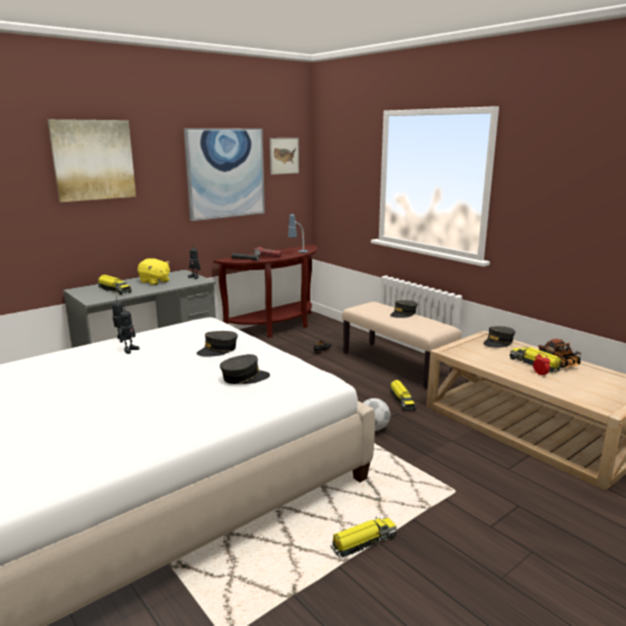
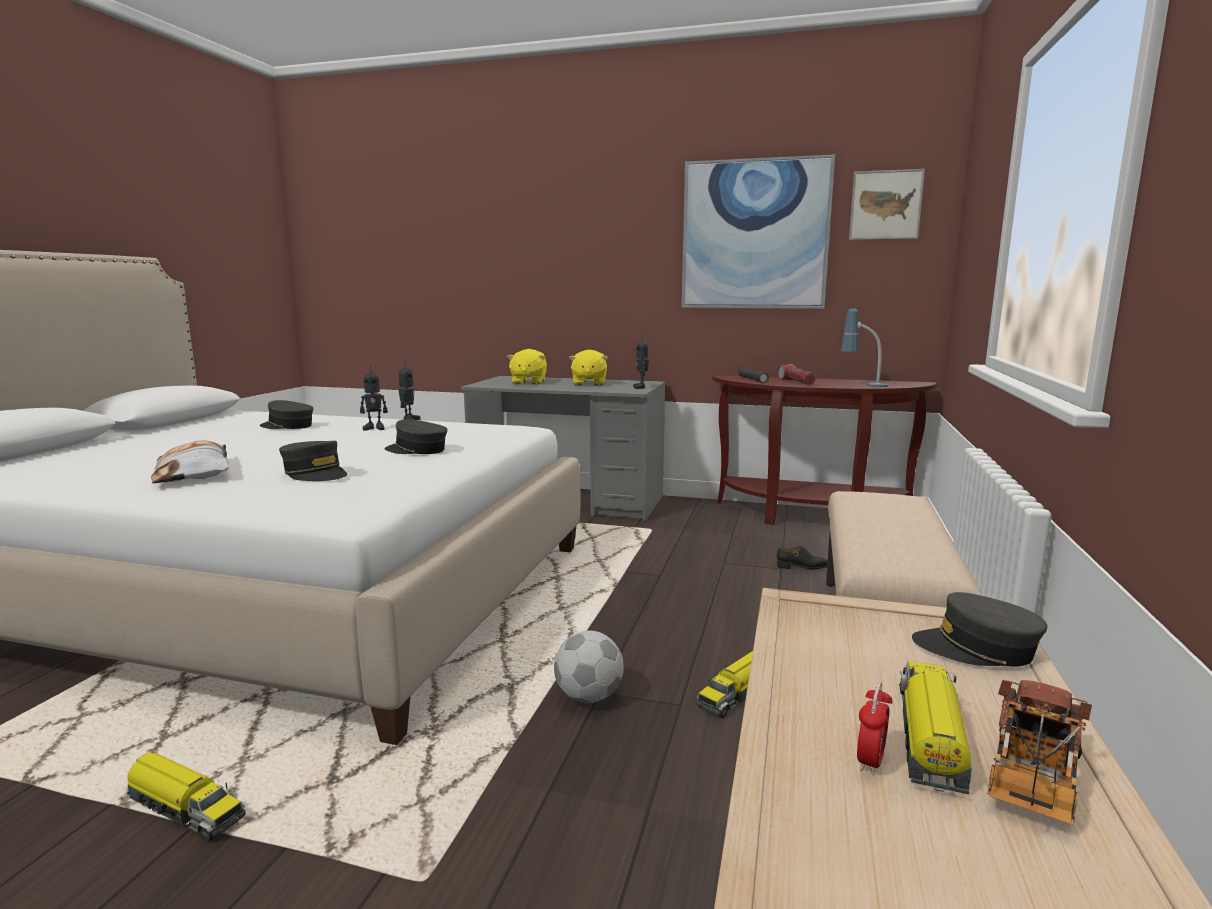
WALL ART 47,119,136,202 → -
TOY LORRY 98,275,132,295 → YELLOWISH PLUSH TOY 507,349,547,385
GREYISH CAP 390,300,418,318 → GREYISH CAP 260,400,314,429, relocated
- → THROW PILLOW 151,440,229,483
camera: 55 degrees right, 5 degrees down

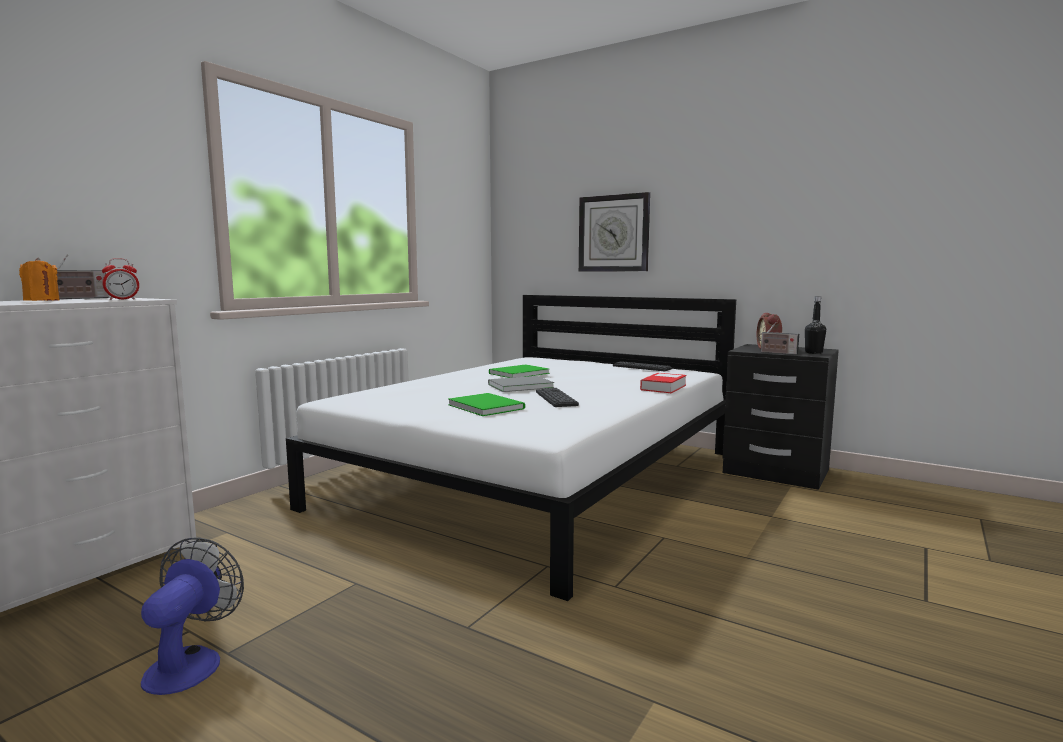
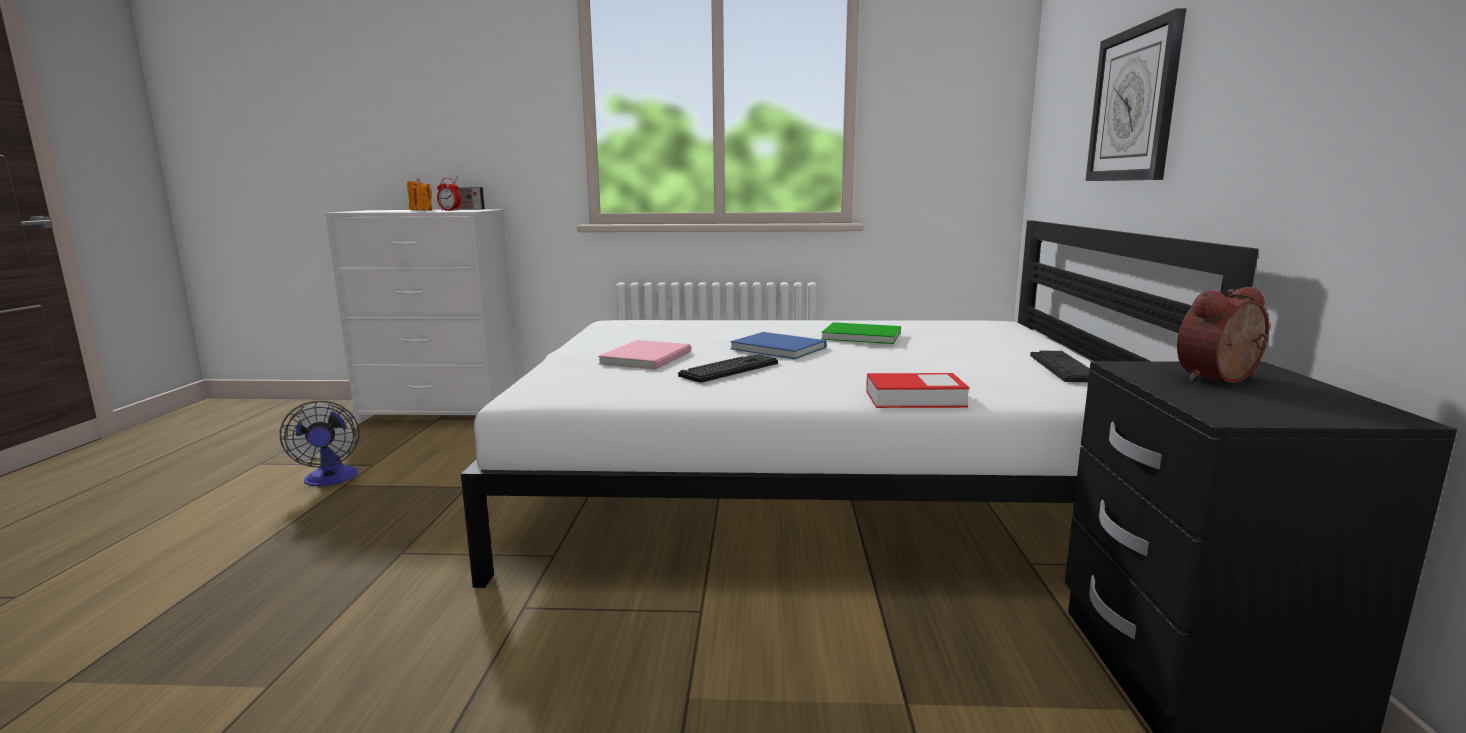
BLACKISH BEVERAGE BOTTLE 805,296,826,354 → -
RADIO RECEIVER 758,322,799,355 → -
GREYISH BOUND BOOK 488,376,554,392 → BLUE-COLOURED BOUND BOOK 730,332,827,359
GREEN BOUND BOOK 448,393,525,416 → PINK BOUND BOOK 598,340,691,370
ELECTRIC FAN 141,537,244,695 → ELECTRIC FAN 280,401,360,486, 90 degrees clockwise
camera: 60 degrees right, 5 degrees up

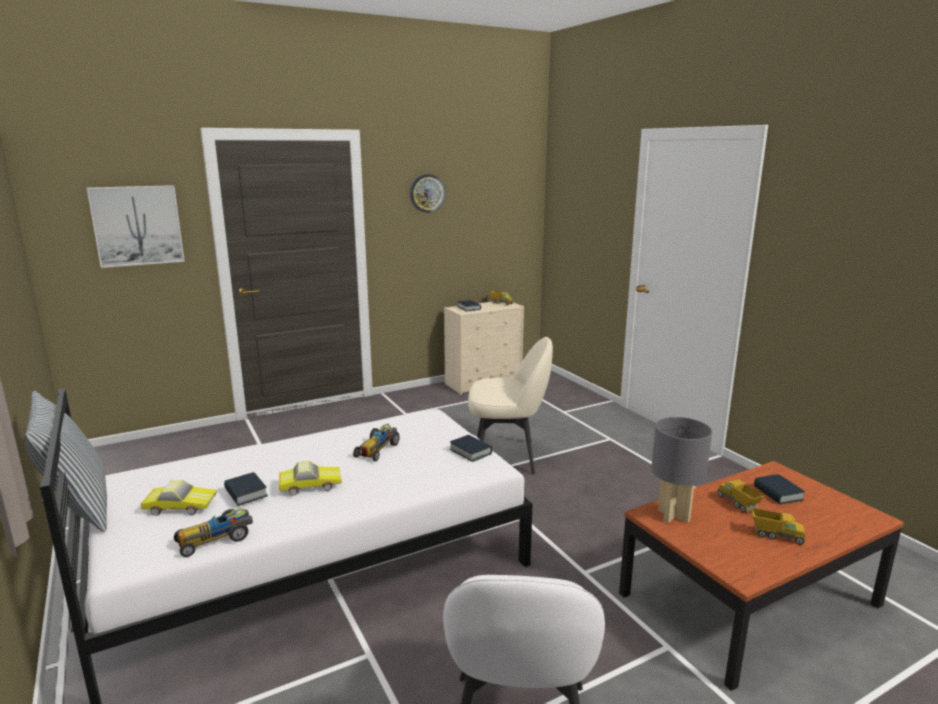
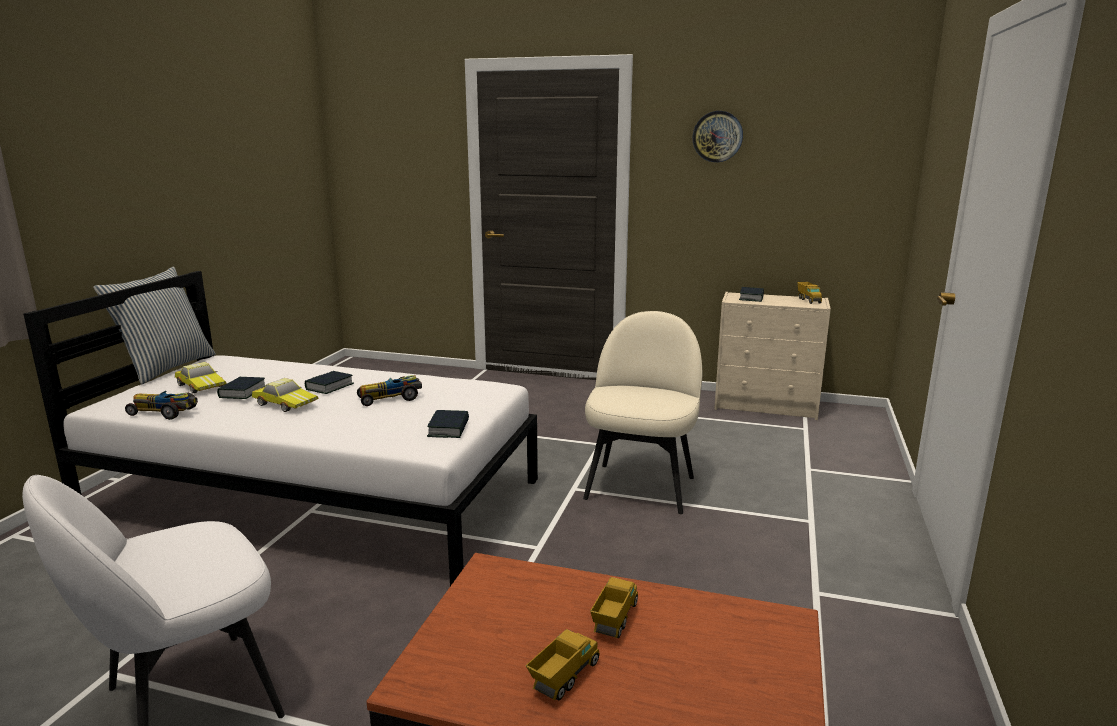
WALL ART 87,185,185,268 → -
BEIGE CHAIR 468,337,553,475 → BEIGE CHAIR 583,311,702,514, 120 degrees counterclockwise
GREYISH TABLETOP LAMP 651,417,712,523 → -
BOUND BOOK 754,474,805,504 → BOUND BOOK 305,371,354,394, relocated
TOY LORRY 752,508,805,545 → TOY LORRY 526,629,600,701, 120 degrees counterclockwise
camera: 45 degrees right, 0 degrees up

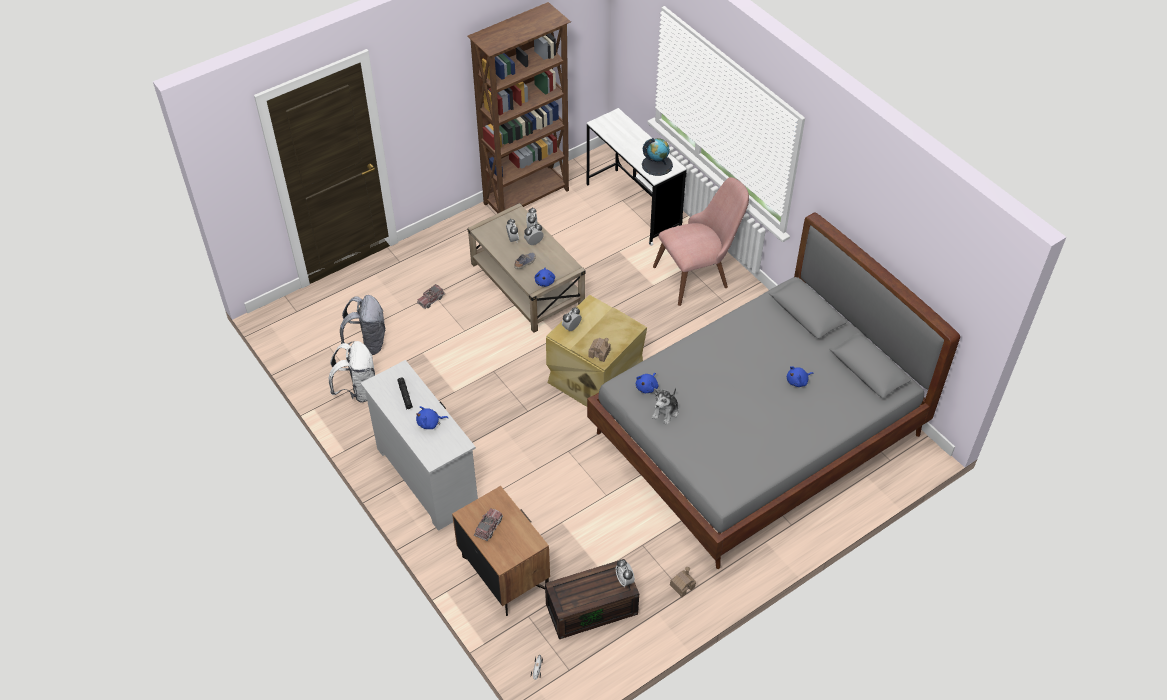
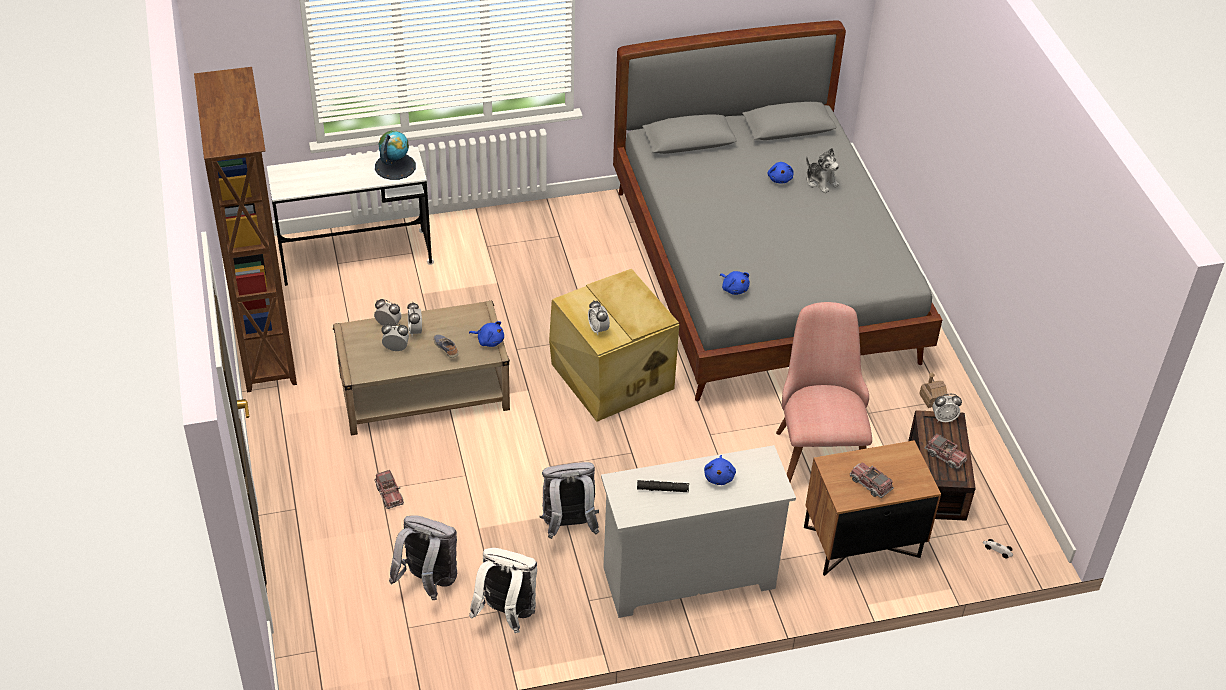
PINK CHAIR 653,177,749,306 → PINK CHAIR 776,302,872,482, relocated
TOY HOUSE 588,338,611,362 → -
PLUSH TOY 652,388,679,425 → PLUSH TOY 806,148,839,193, relocated
- → TOY LORRY 924,433,967,469
- → GREYISH RUCKSACK 539,462,599,539
camera: 70 degrees left, 5 degrees down

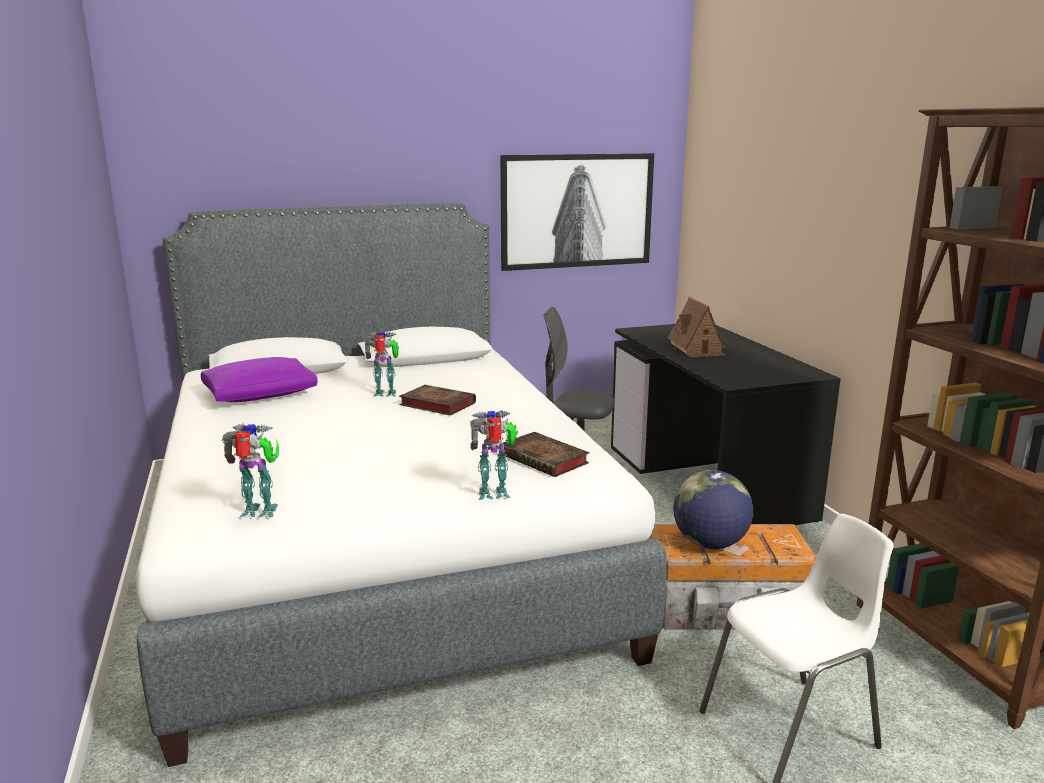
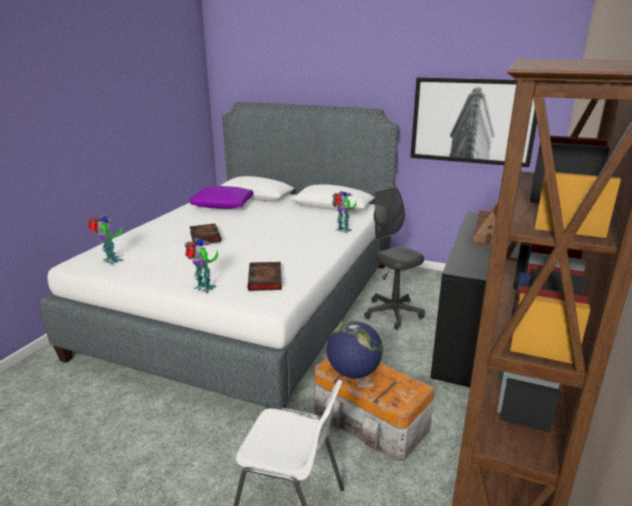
MODEL ROBOT 364,332,399,397 → MODEL ROBOT 332,191,356,233, relocated
BOUND BOOK 399,385,476,416 → BOUND BOOK 190,224,222,245, relocated
camera: 40 degrees right, 5 degrees up

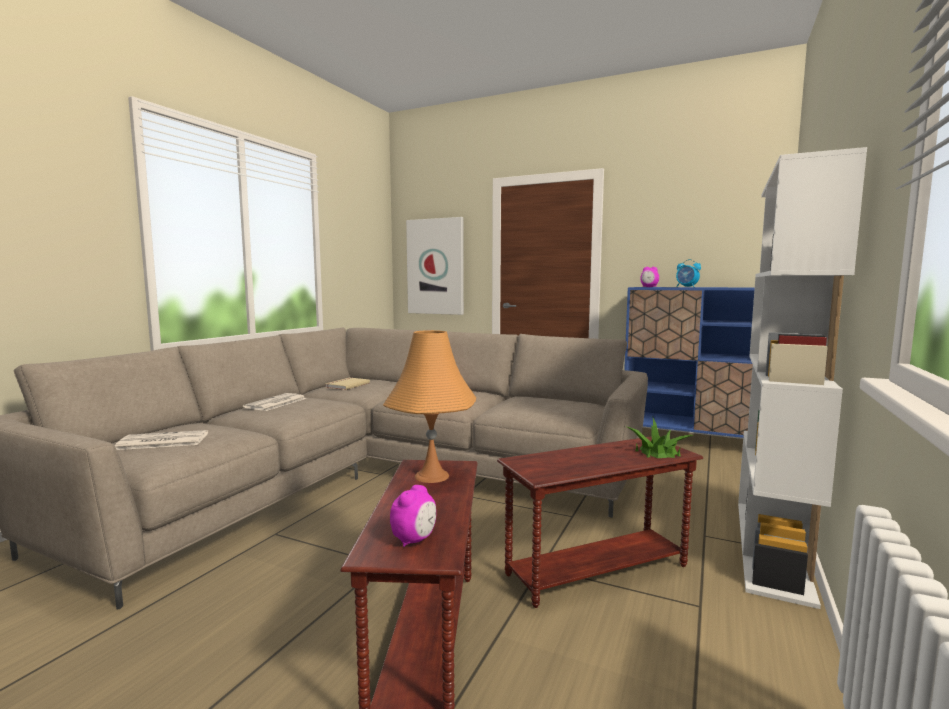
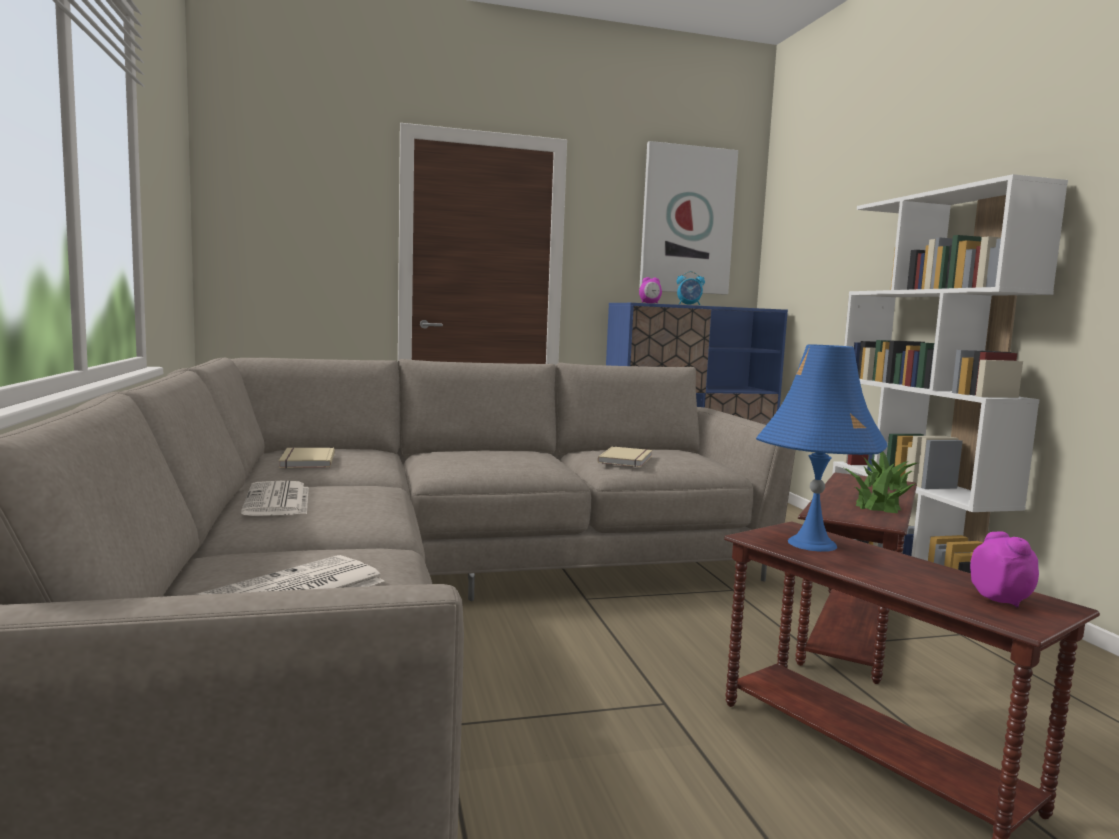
WALL ART 406,217,464,315 → WALL ART 639,141,738,295, relocated
ORANGEY TABLETOP LAMP 383,330,476,483 → BLUE-COLOURED TABLETOP LAMP 756,344,887,552
- → BEIGE BOUND BOOK 597,446,652,467
- → HOUSEPLANT 844,463,915,513
camera: 40 degrees left, 0 degrees up

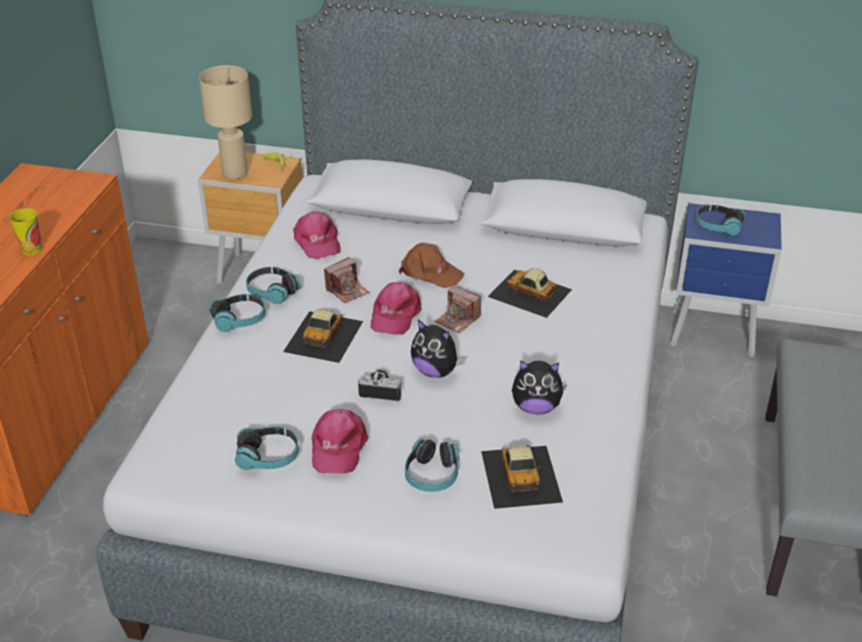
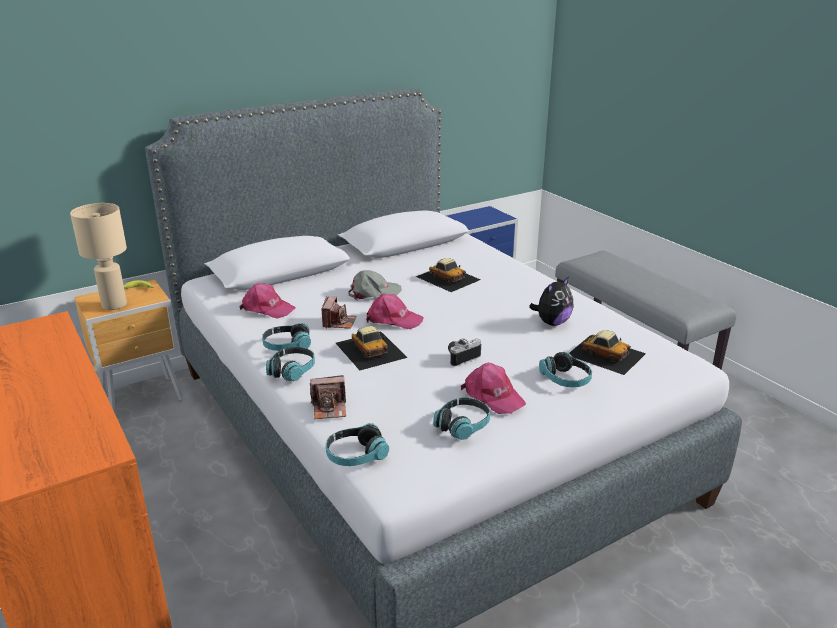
PAIR OF HEADPHONES 696,205,746,236 → PAIR OF HEADPHONES 326,423,389,466, relocated
DRINKING CUP 9,208,43,255 → -
BROWN CAP 399,243,464,288 → GREYISH CAP 348,270,402,300
MINIATURE CAR 488,268,572,318 → MINIATURE CAR 416,258,481,292, 120 degrees counterclockwise
PINK CAP 371,282,422,335 → PINK CAP 366,294,424,329, 45 degrees counterclockwise
PHOTO CAMERA 434,286,481,333 → PHOTO CAMERA 310,375,346,419, relocated
PLUSH TOY 411,319,466,378 → -
camera: 45 degrees left, 10 degrees down

